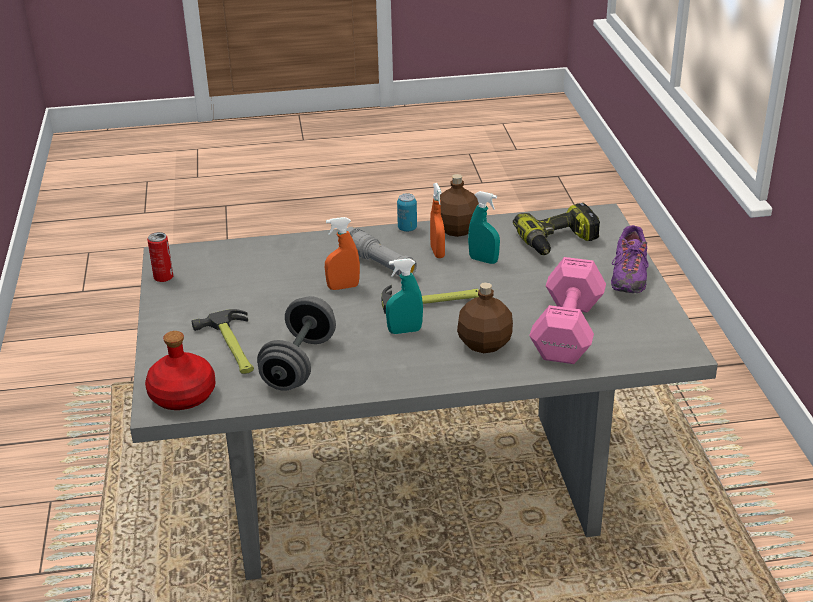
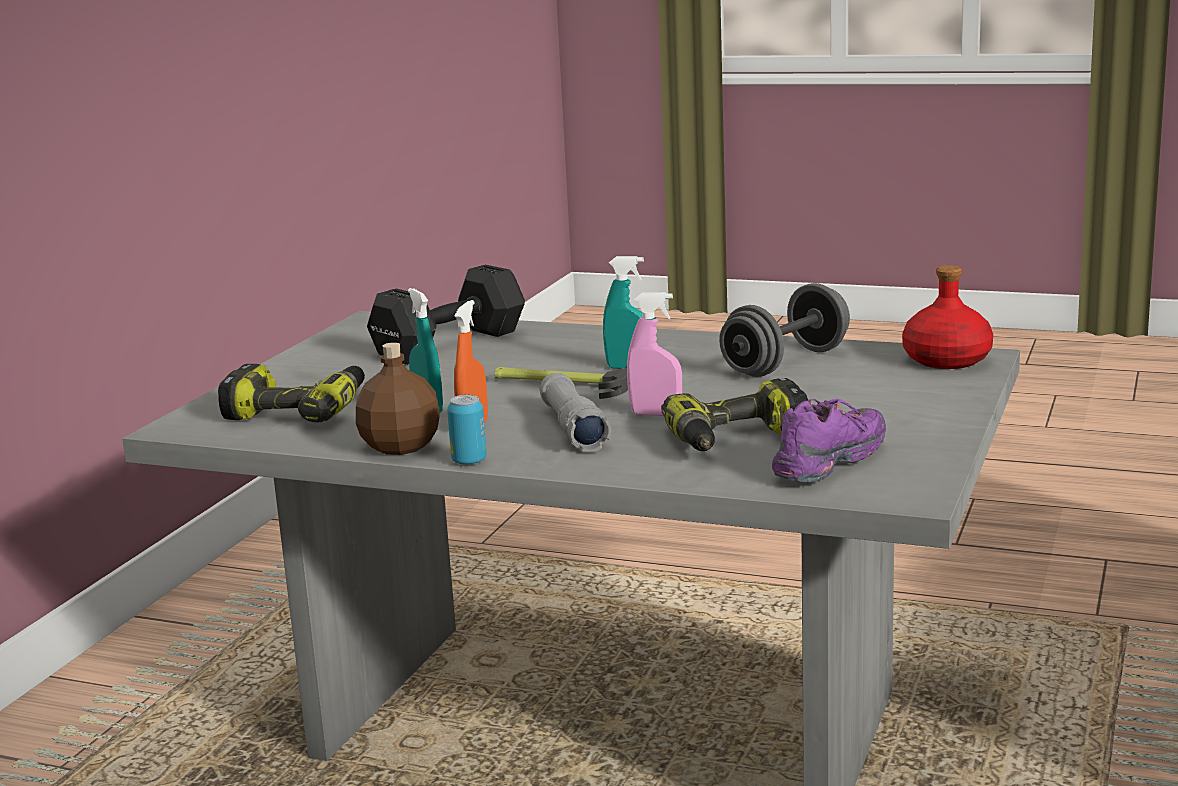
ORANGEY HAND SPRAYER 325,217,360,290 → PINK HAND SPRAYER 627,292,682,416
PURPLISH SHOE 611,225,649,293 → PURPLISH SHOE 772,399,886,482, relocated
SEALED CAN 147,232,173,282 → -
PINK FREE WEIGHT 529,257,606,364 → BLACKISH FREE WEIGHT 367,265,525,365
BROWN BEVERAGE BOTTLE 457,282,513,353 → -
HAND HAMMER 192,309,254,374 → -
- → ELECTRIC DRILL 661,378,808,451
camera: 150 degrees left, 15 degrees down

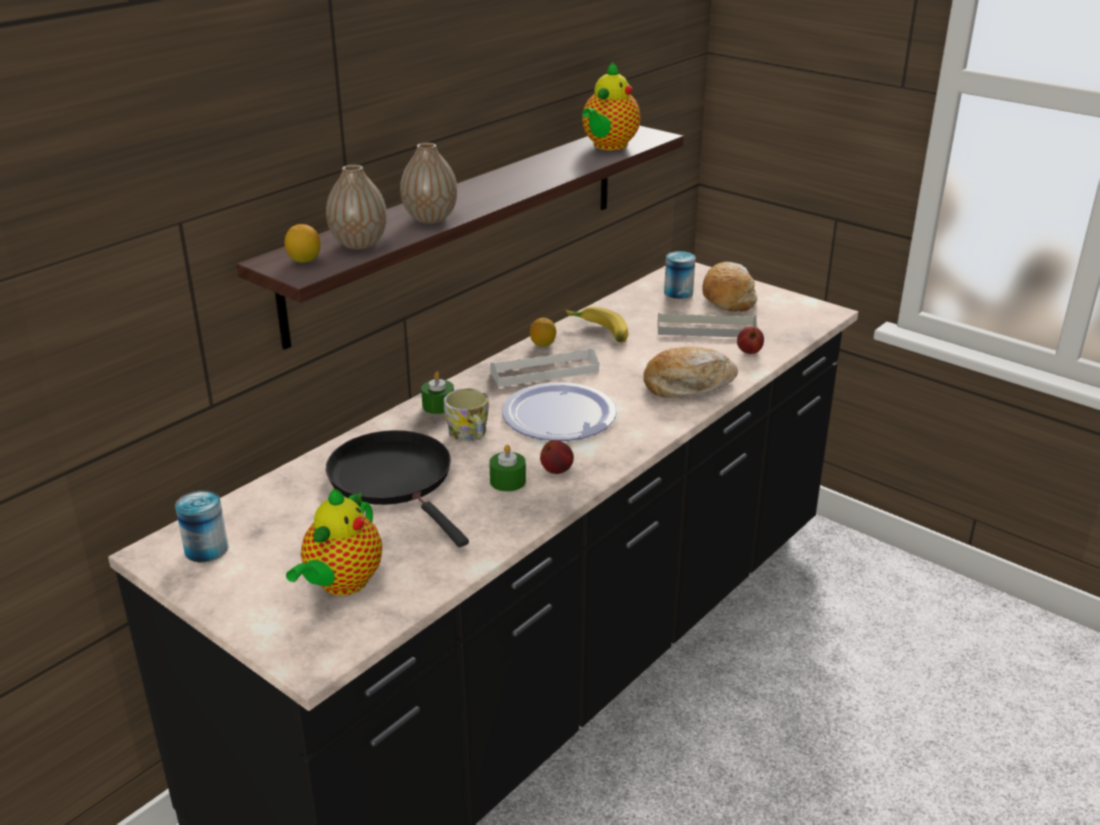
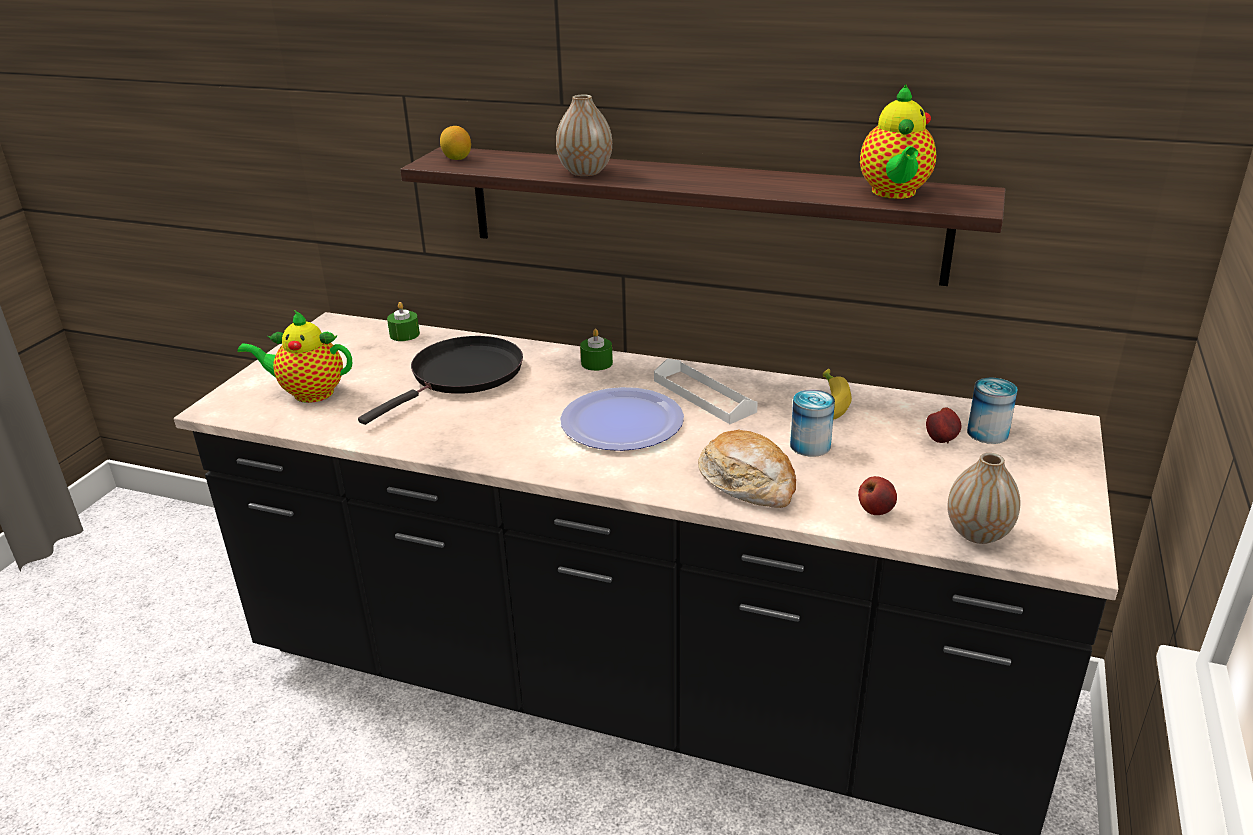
TEAPOT 582,61,641,150 → TEAPOT 860,84,936,199, 90 degrees counterclockwise
FLOWER VASE 326,165,387,249 → FLOWER VASE 948,453,1021,544, relocated
BREAD 702,262,757,312 → -
GREYISH CARRYING TRAY 658,313,757,337 → -
LEMON 530,318,556,347 → -
TEA MUG 444,389,489,441 → -
APPLE 540,440,574,474 → APPLE 926,408,961,444, relocated
GREEN WAX CANDLE 489,444,526,492 → GREEN WAX CANDLE 387,302,420,341, relocated
SEALED CAN 175,490,228,562 → SEALED CAN 790,389,835,457, relocated
camera: 70 degrees right, 0 degrees up

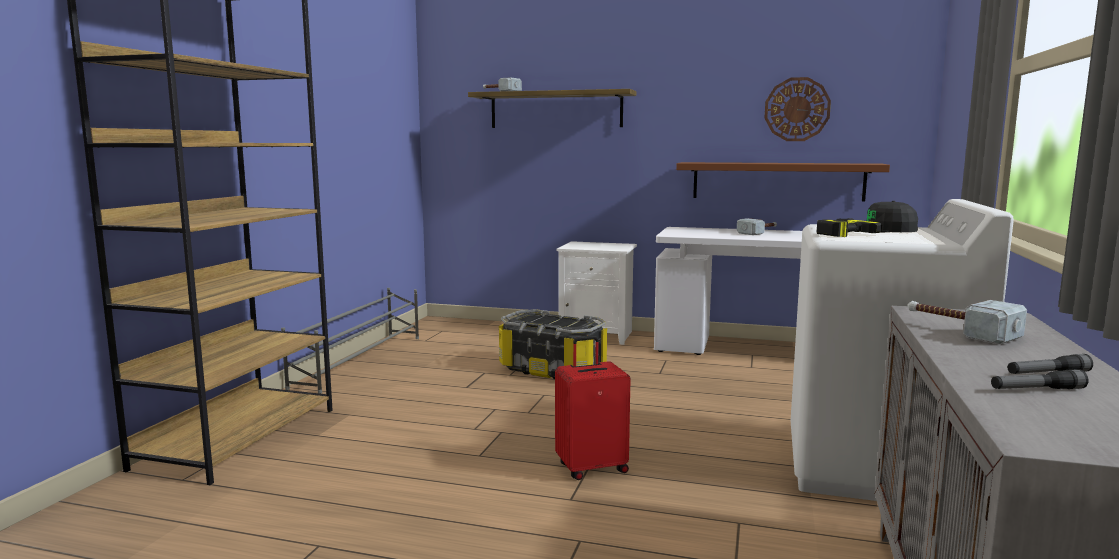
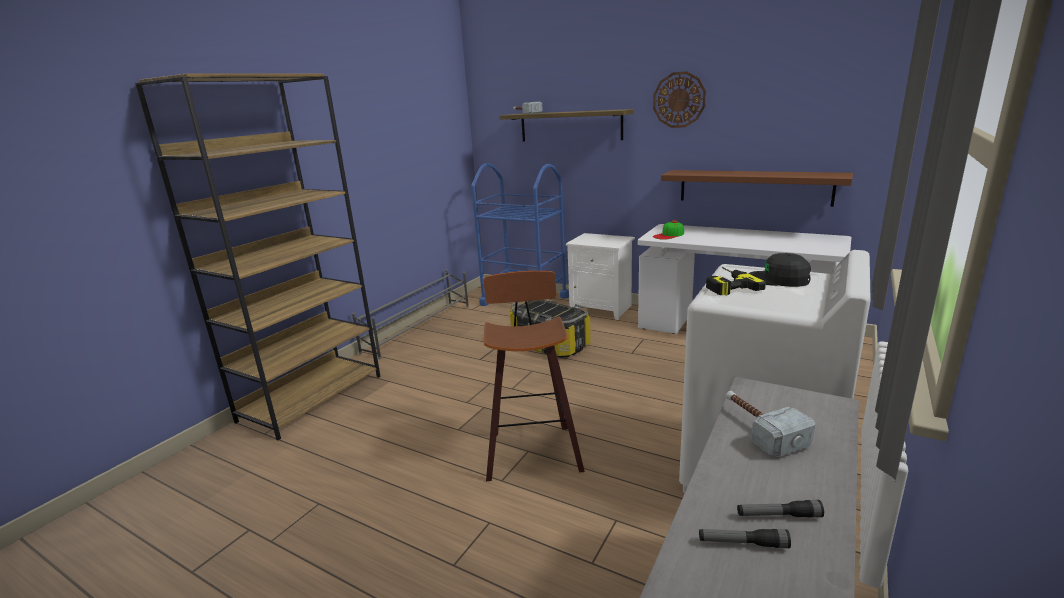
CLOCK ON THE WALL 765,77,831,141 → CLOCK ON THE WALL 653,71,706,128, relocated
HAND HAMMER 737,218,777,235 → -
RED-COLOURED TRAVEL CASE 555,335,631,480 → STOOL 484,271,585,481
- → BLUE-COLOURED TROLLEY 471,163,569,306
- → CAP 653,220,684,240
camera: 15 degrees right, 10 degrees up

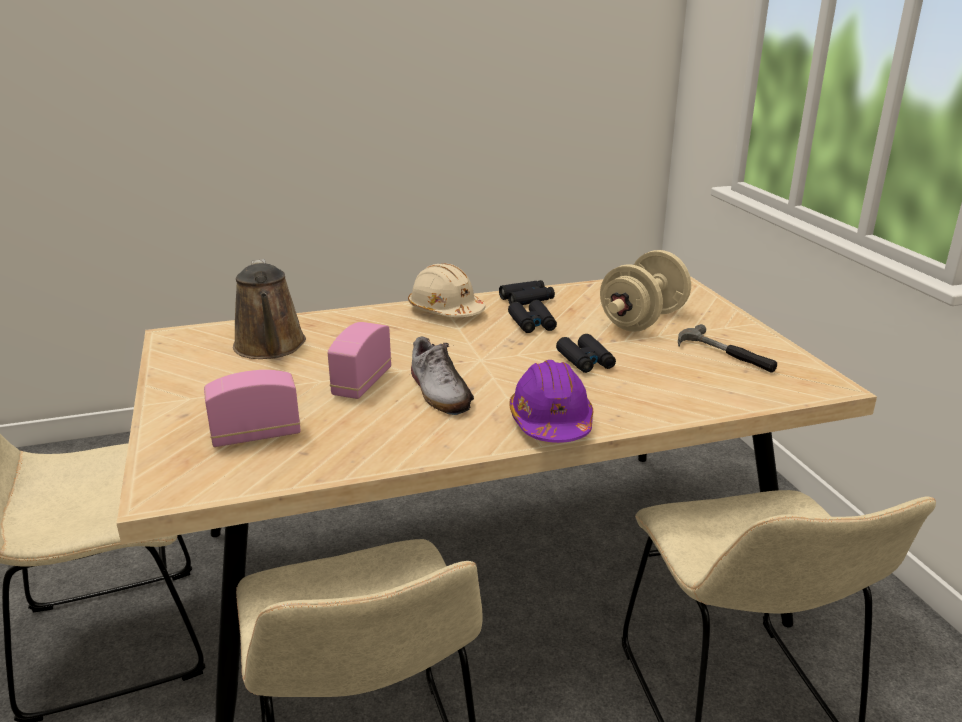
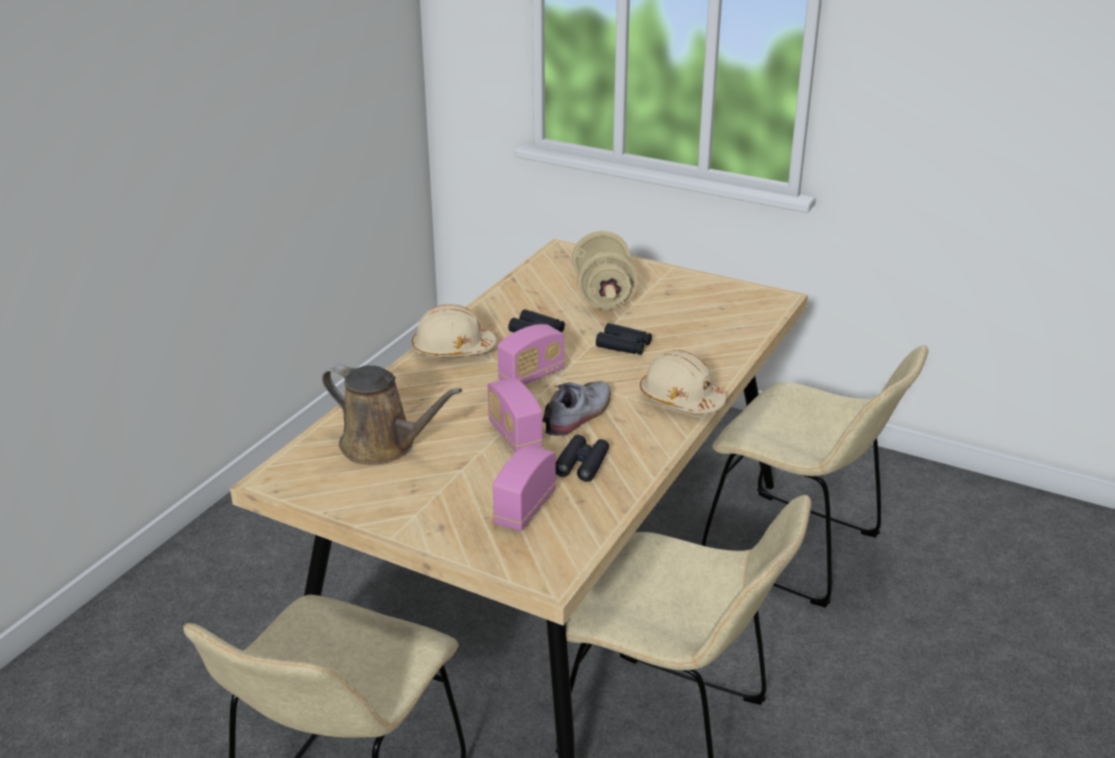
BLACKISH BINOCULARS 499,280,555,305 → BLACKISH BINOCULARS 556,435,609,482, relocated
HAND HAMMER 678,324,777,373 → -
SHOE 411,337,474,415 → SHOE 542,381,611,436, 75 degrees counterclockwise
PURPLISH HARD HAT 509,360,593,443 → BEIGE HARD HAT 640,350,726,413
- → RADIO RECEIVER 498,324,565,385
camera: 45 degrees left, 5 degrees up

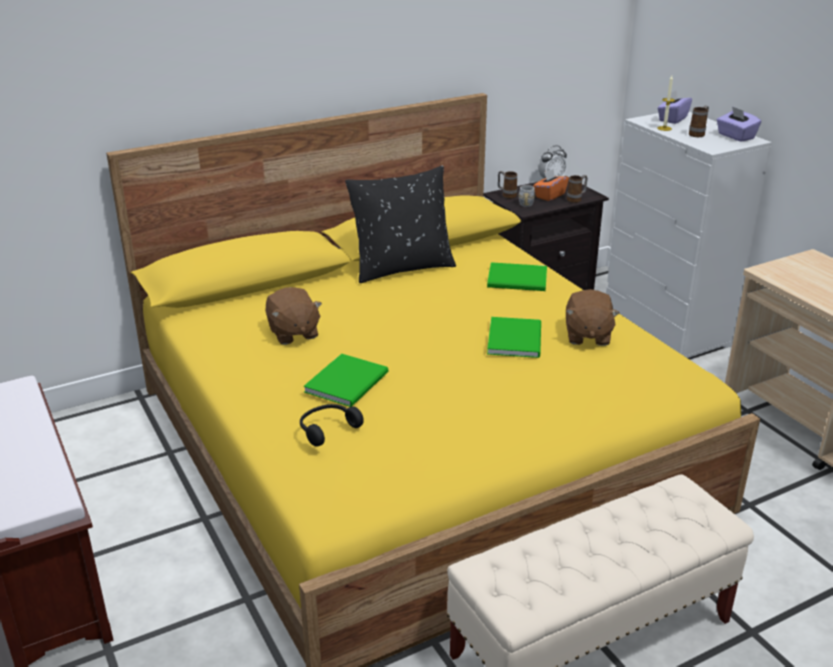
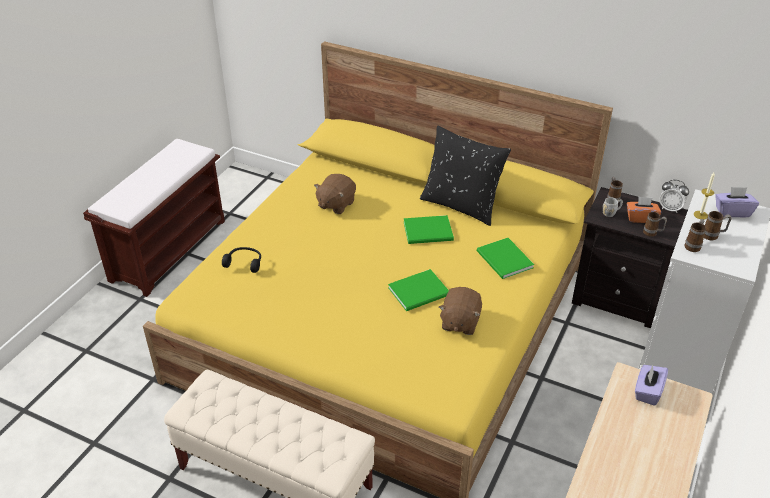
PURPLISH TISSUE HOLDER 717,106,761,142 → PURPLISH TISSUE HOLDER 635,364,668,406, relocated
BROWN PLUSH TOY 566,289,620,346 → BROWN PLUSH TOY 439,287,482,335, 45 degrees counterclockwise
GREEN BOUND BOOK 304,354,388,407 → GREEN BOUND BOOK 404,215,454,244, relocated
- → TEA MUG 684,219,706,252
camera: 55 degrees right, 10 degrees up

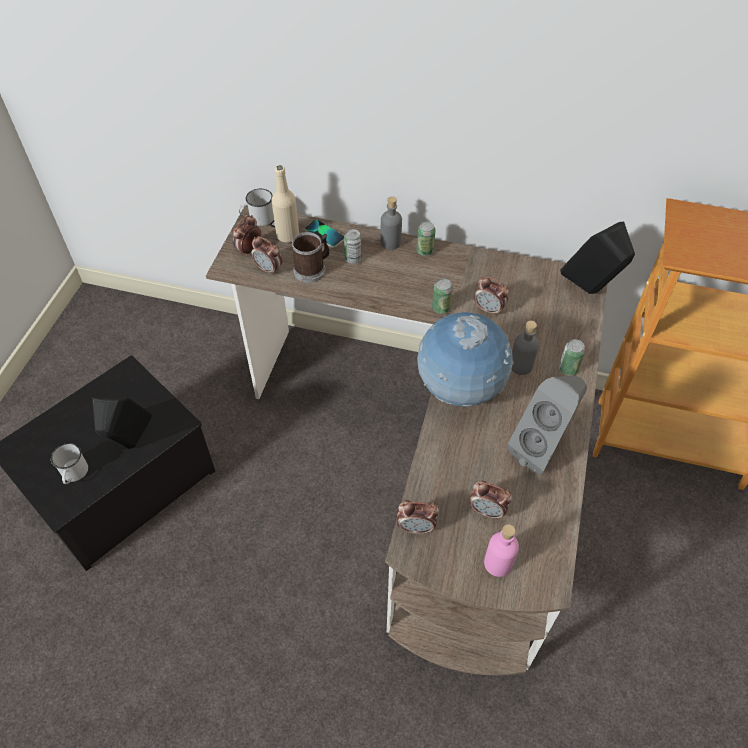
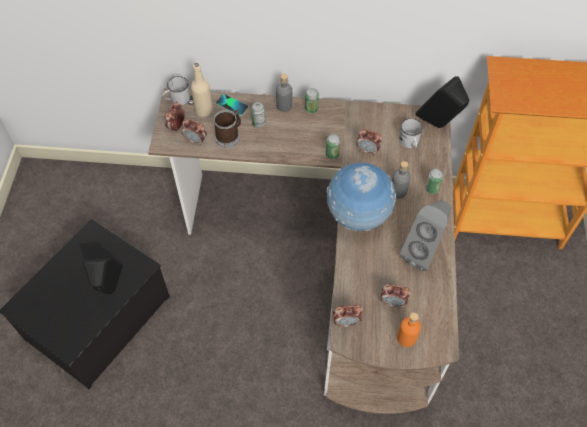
WHITE TEA MUG 51,443,88,484 → WHITE TEA MUG 399,118,423,148, relocated
PINK BEVERAGE BOTTLE 484,524,519,577 → ORANGEY BEVERAGE BOTTLE 397,313,421,347
camera: 10 degrees left, 5 degrees up

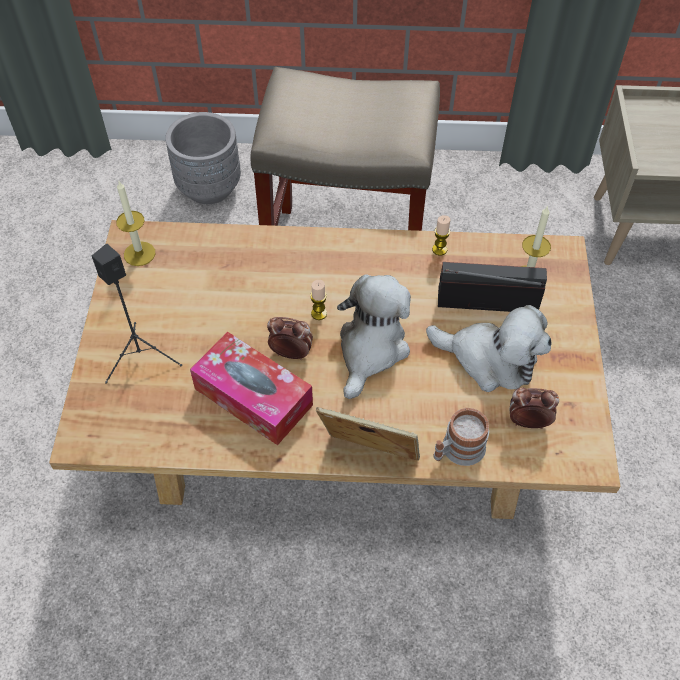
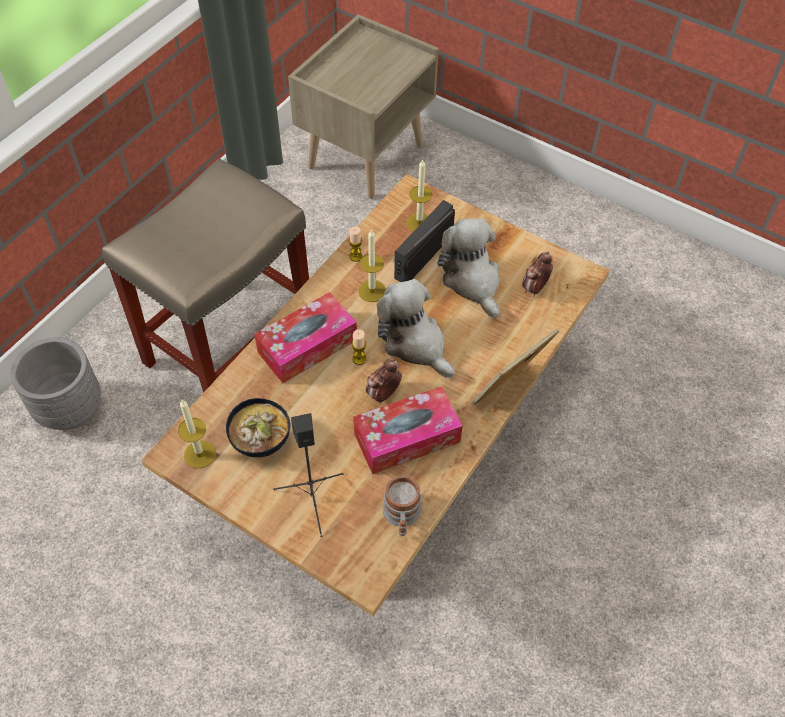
PLUSH TOY 426,305,551,392 → PLUSH TOY 438,218,500,318, 75 degrees counterclockwise
TEA MUG 433,408,489,466 → TEA MUG 383,475,421,536, relocated
- → WAX CANDLE 358,229,386,302
- → TISSUE HOLDER 254,292,357,383
- → BOWL 226,398,290,457
camera: 60 degrees left, 0 degrees up

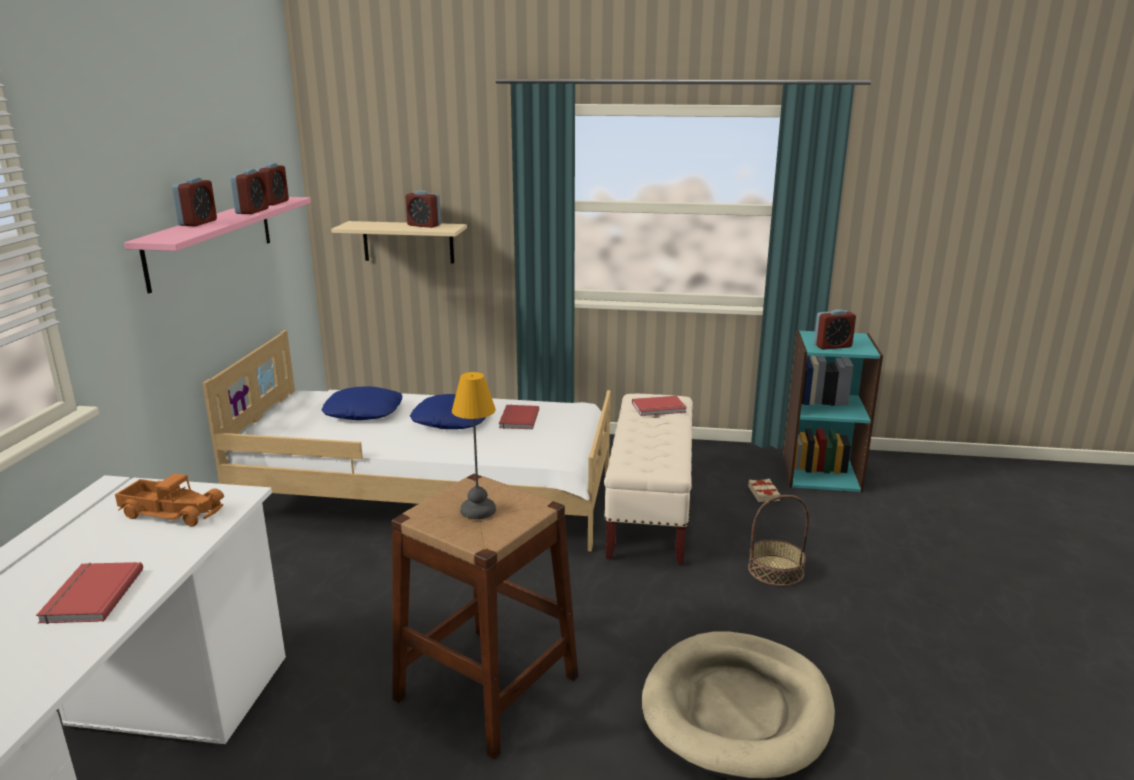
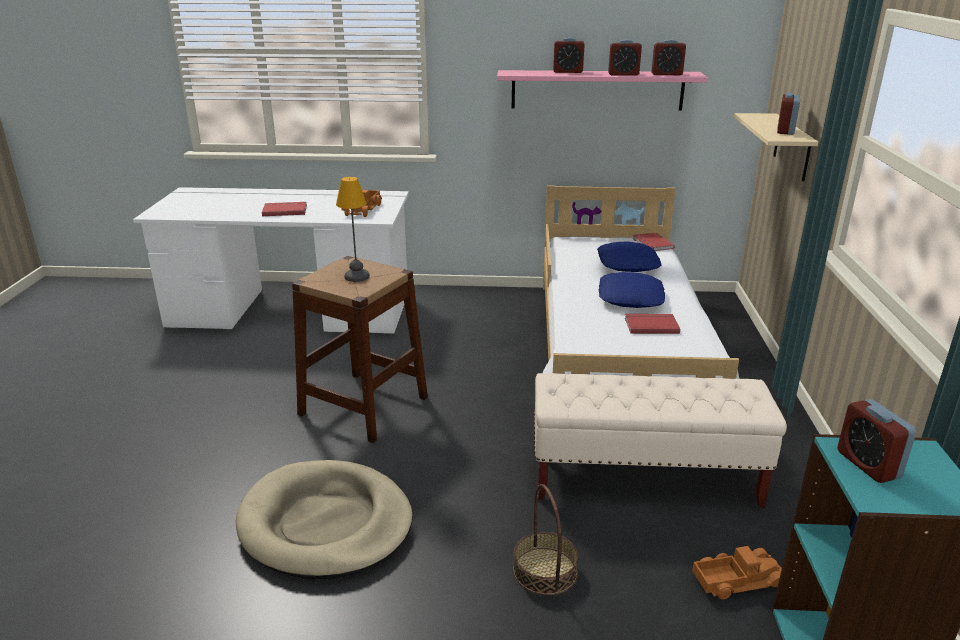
RED-COLOURED BOUND BOOK 632,396,687,416 → RED-COLOURED BOUND BOOK 632,233,675,251, relocated
BEIGE BOUND BOOK 748,479,780,502 → TOY LORRY 692,546,782,600
camera: 85 degrees right, 5 degrees up

